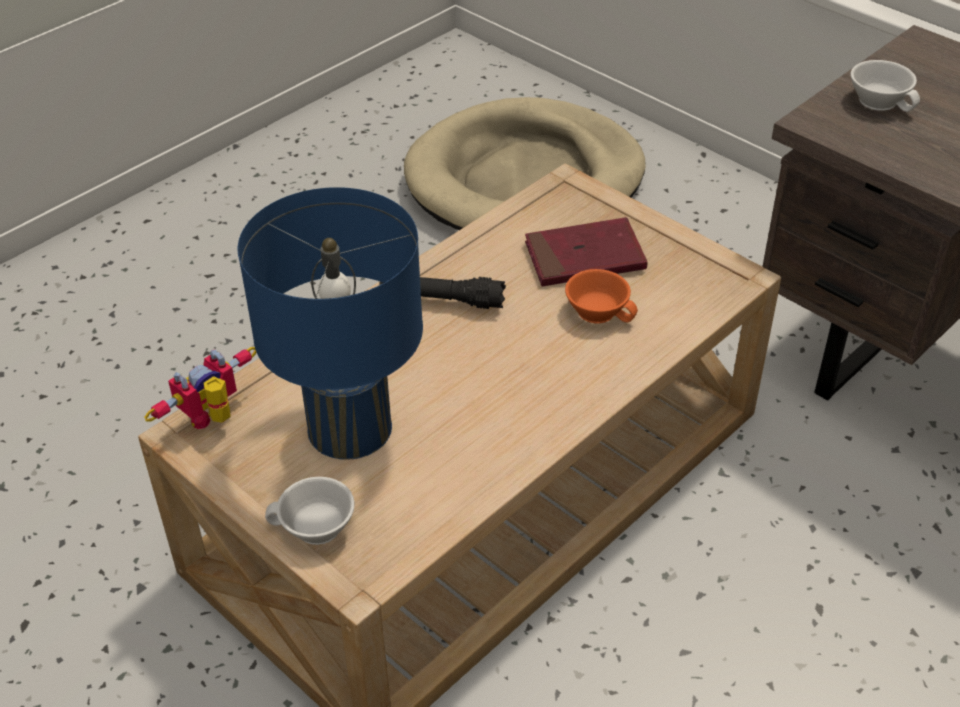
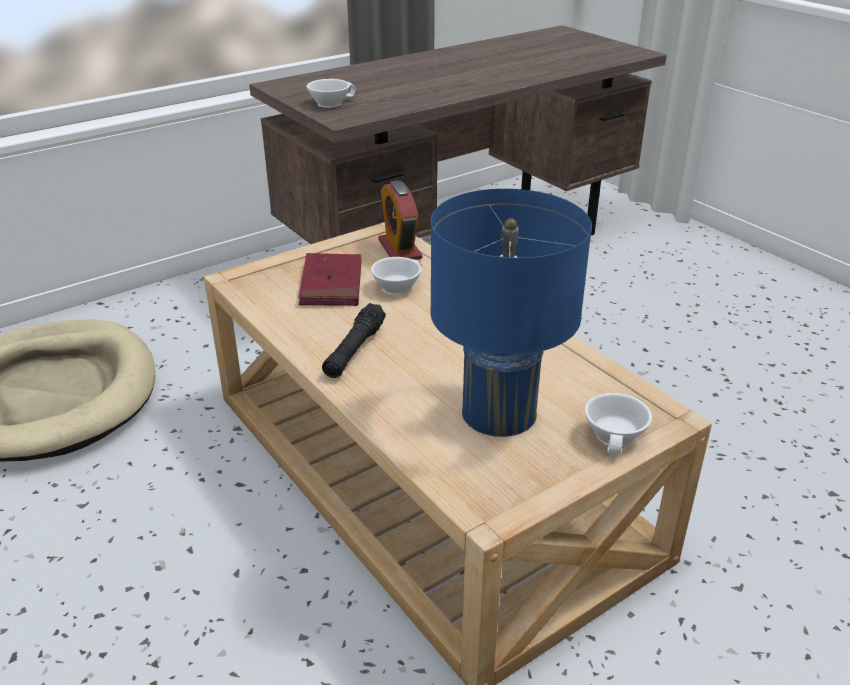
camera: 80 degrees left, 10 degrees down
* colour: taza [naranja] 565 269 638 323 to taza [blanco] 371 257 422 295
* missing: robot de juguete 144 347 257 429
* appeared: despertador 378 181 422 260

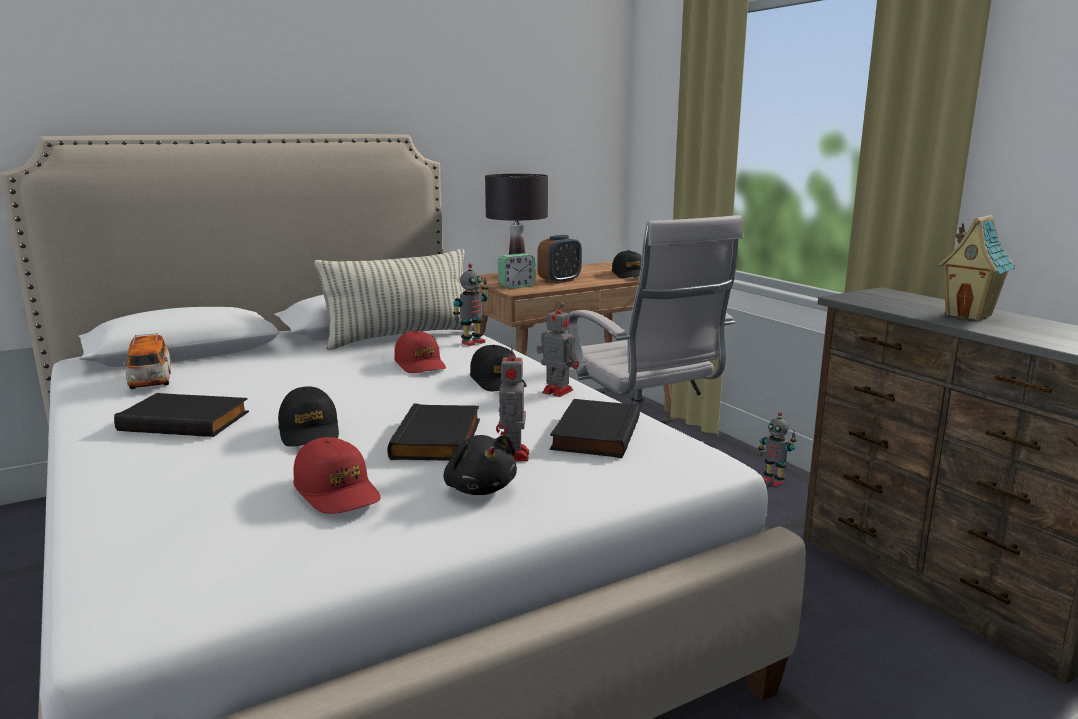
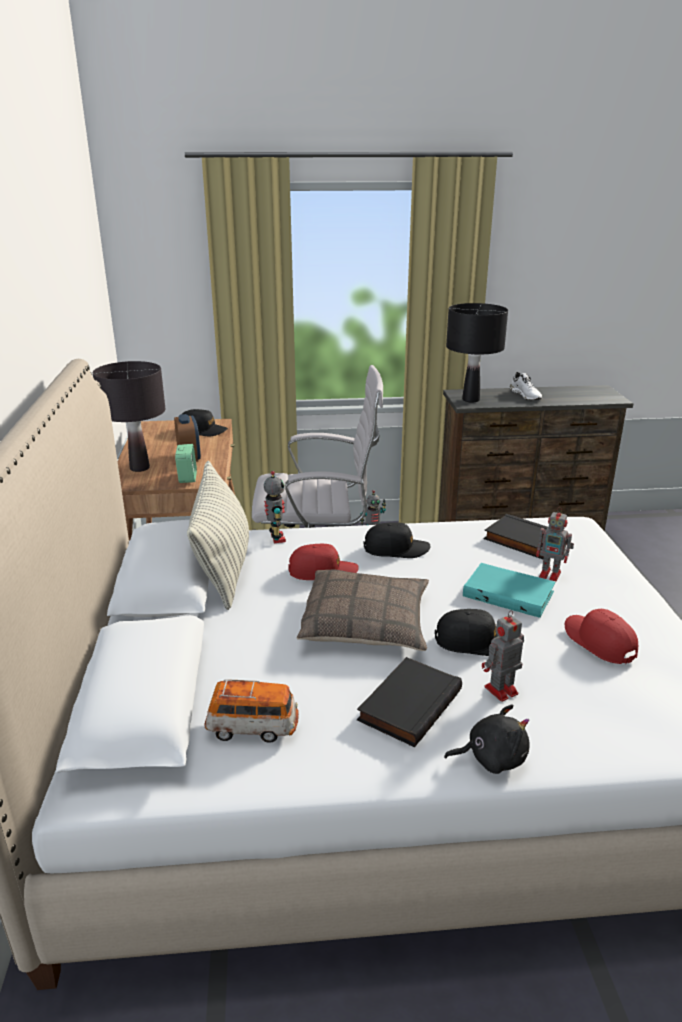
camera: 65 degrees left, 10 degrees up
* exchanged: casita 938 215 1015 321 to zapato [blanco] 510 372 542 400
* relocated: robot de juguete 537 302 579 397 to 482 610 524 702
* colour: libro [negro] 387 404 480 461 to libro [turquesa] 463 563 555 618
* relocated: peluche [negro] 443 435 517 495 to 444 705 530 774
* spun: gorra [rojo] 293 437 380 514 = 565 609 638 664 105 degrees counterclockwise
* appeared: lámpara de mesa [negro] 446 303 508 403
* appeared: cojín 297 570 429 651

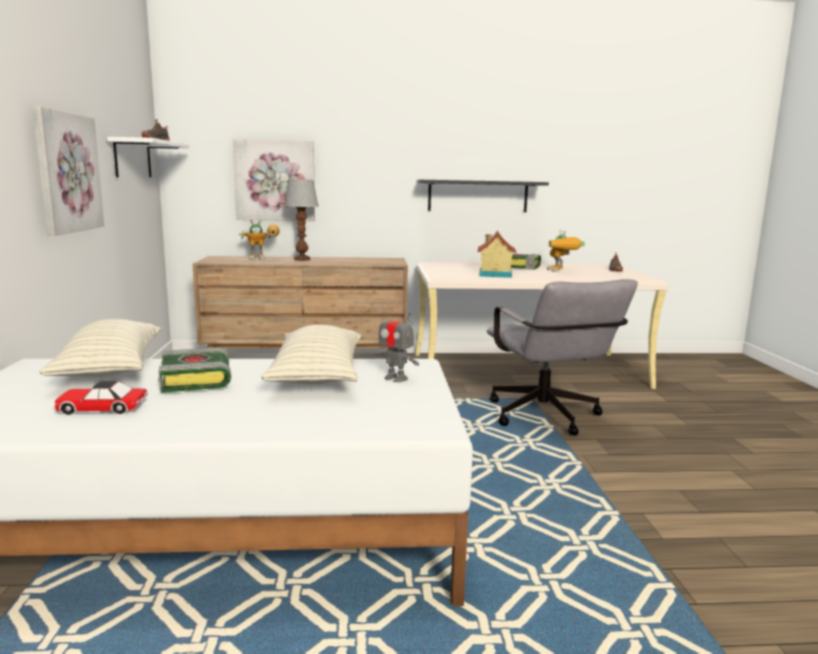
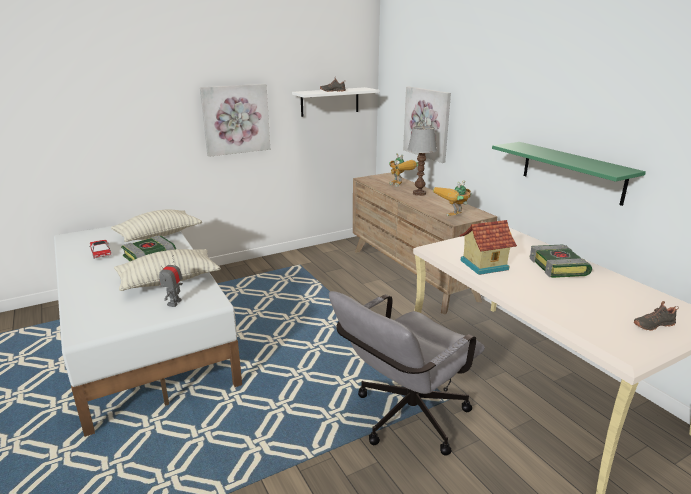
camera: 65 degrees right, 10 degrees up
* colour: estante [negro] 417 180 549 212 to estante [verde] 492 142 646 206
* relocated: robot de juguete 547 230 585 272 to 433 180 472 216

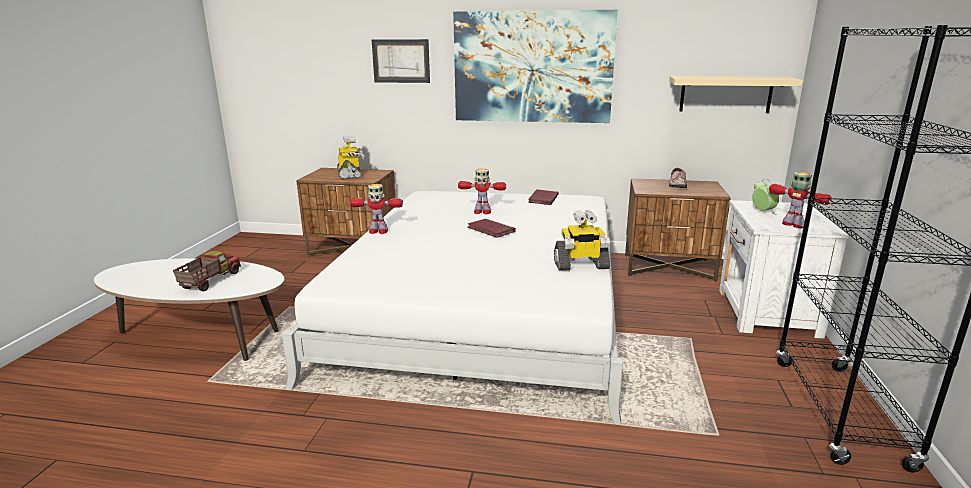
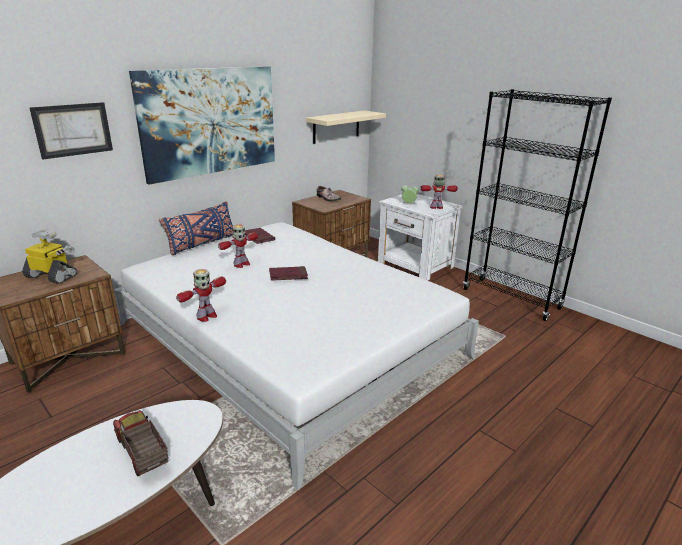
camera: 55 degrees left, 5 degrees up
* missing: robot de juguete 554 210 610 271
* appeared: cojín [azul] 159 201 233 255

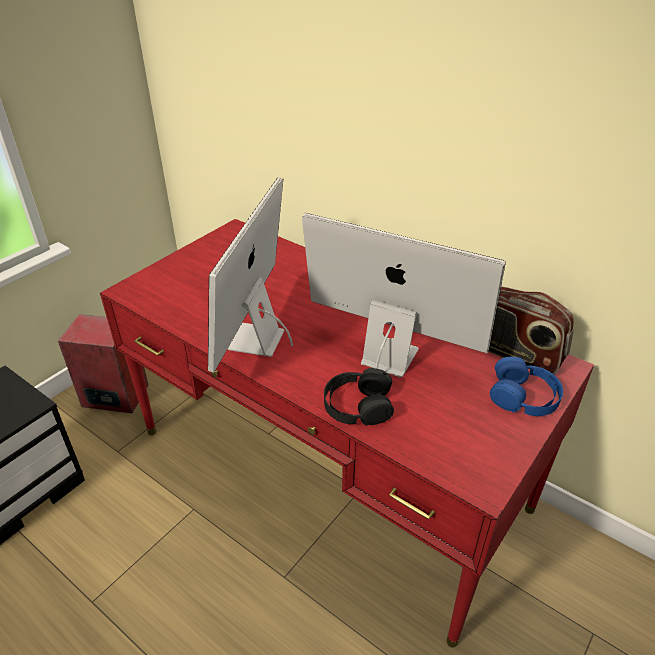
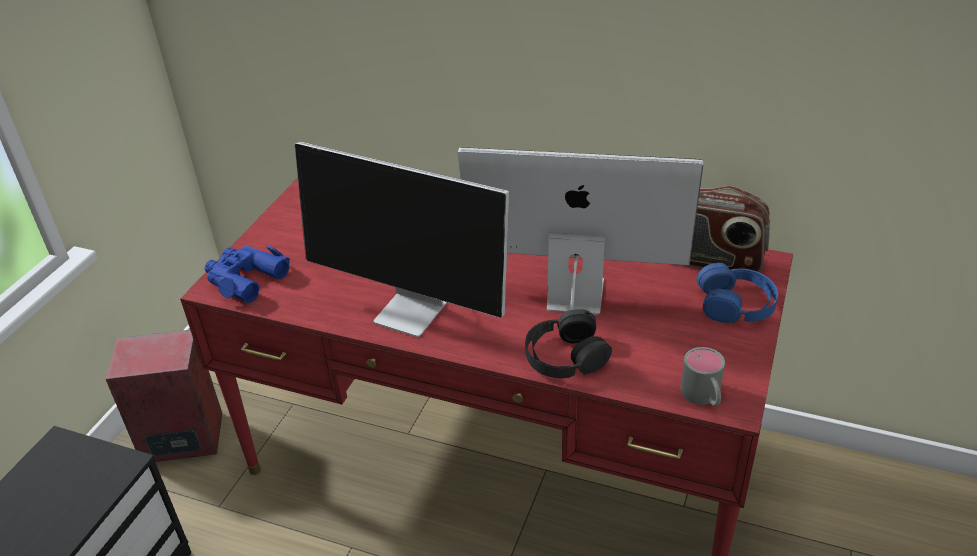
camera: 15 degrees left, 0 degrees up
* spun: monitor 208 177 293 373 = 295 141 509 337 60 degrees counterclockwise
* appeared: prismáticos [azul] 204 245 290 303
* appeared: taza grande [gris] 680 347 725 407

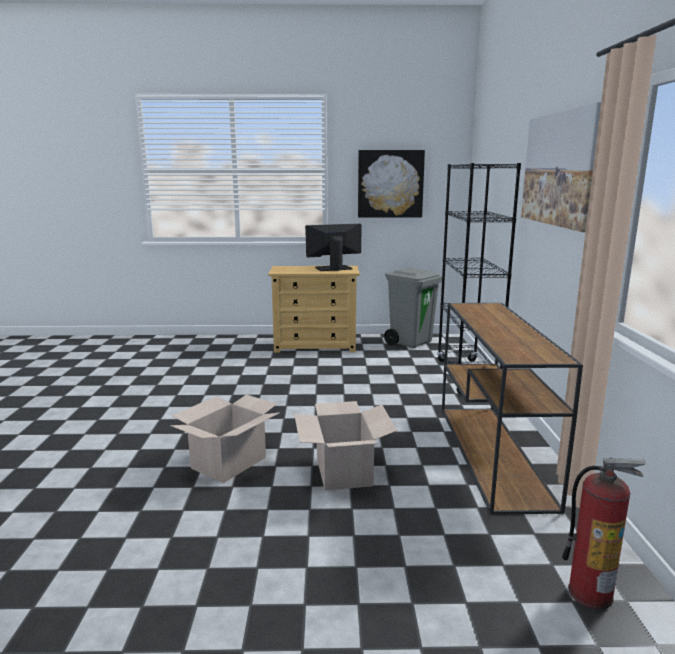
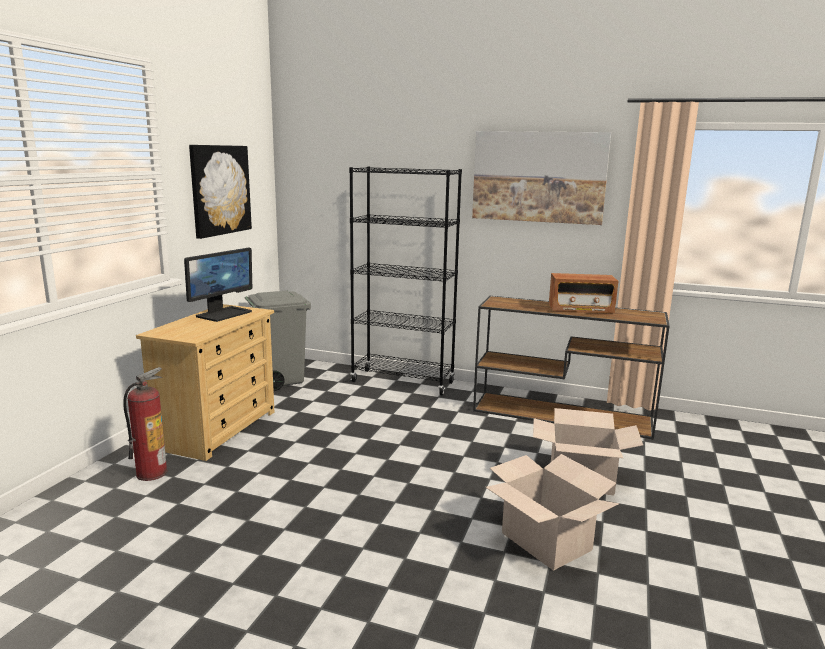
camera: 70 degrees left, 0 degrees up
* spun: monitor 305 224 361 271 = 184 248 252 322 150 degrees counterclockwise
* relocated: extintor 562 458 646 609 to 123 367 168 481
* appeared: radio 549 273 618 314

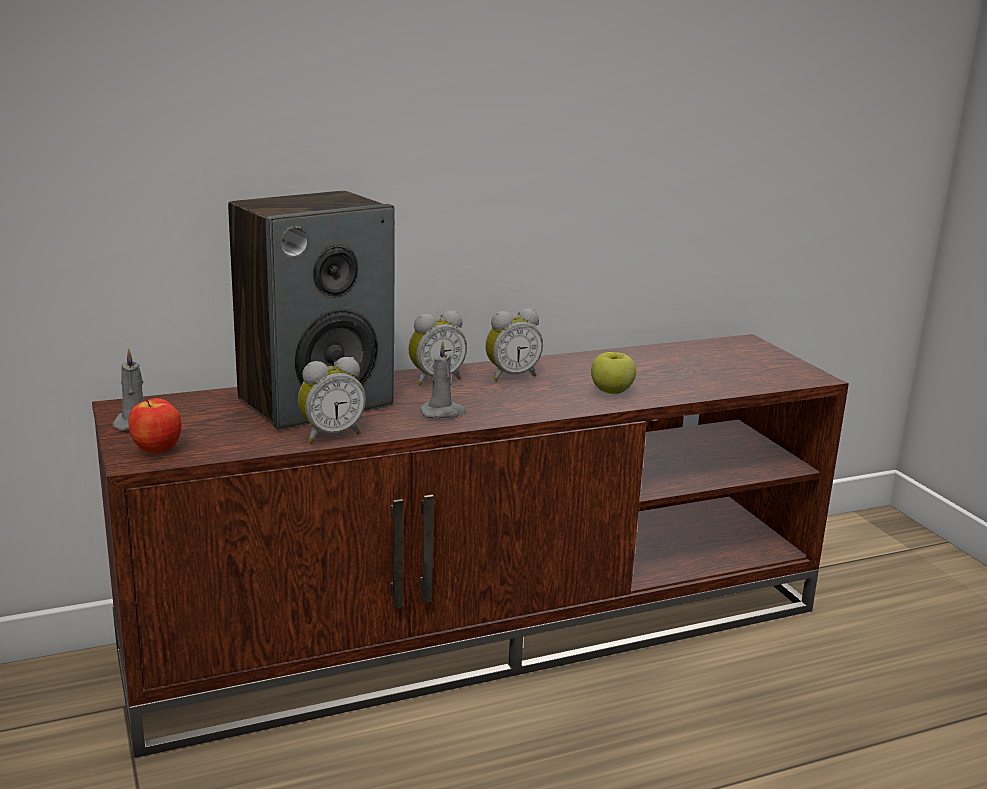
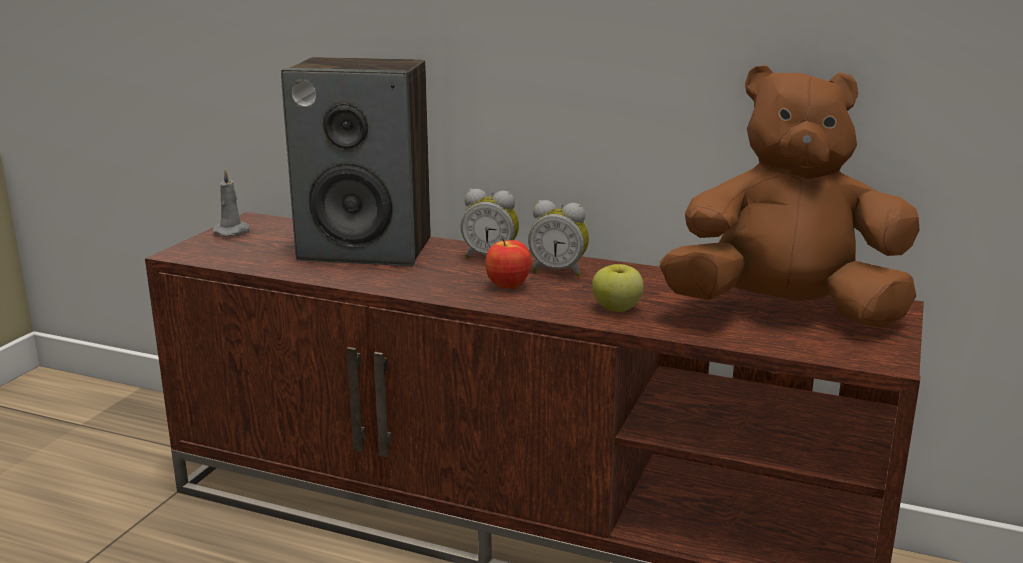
camera: 45 degrees right, 0 degrees up
* missing: vela [gris] 420 341 466 418
* missing: despertador 298 357 366 443
* relocated: manzana 128 398 181 454 to 485 239 531 289
* appeared: peluche [marrón] 660 65 920 328

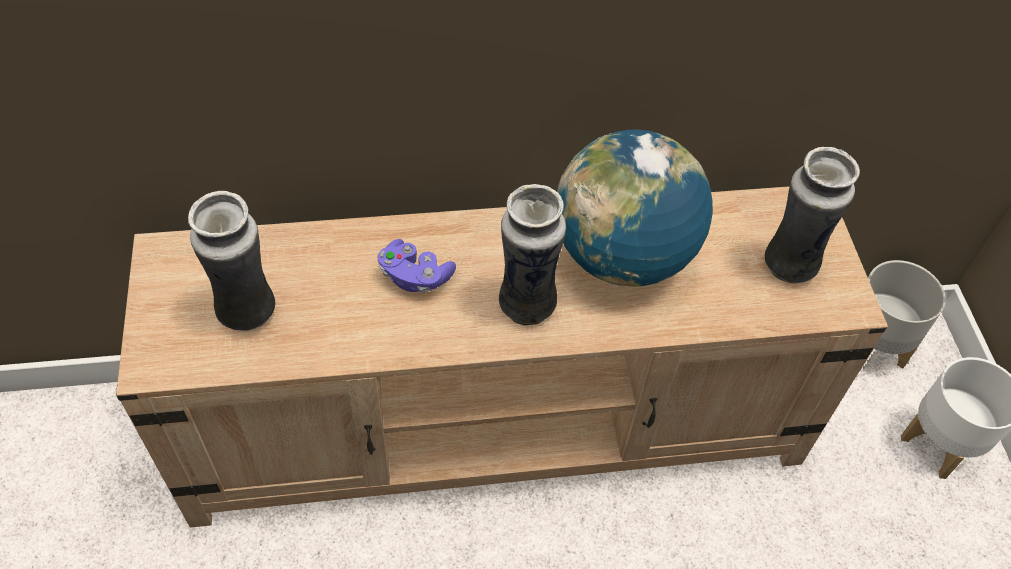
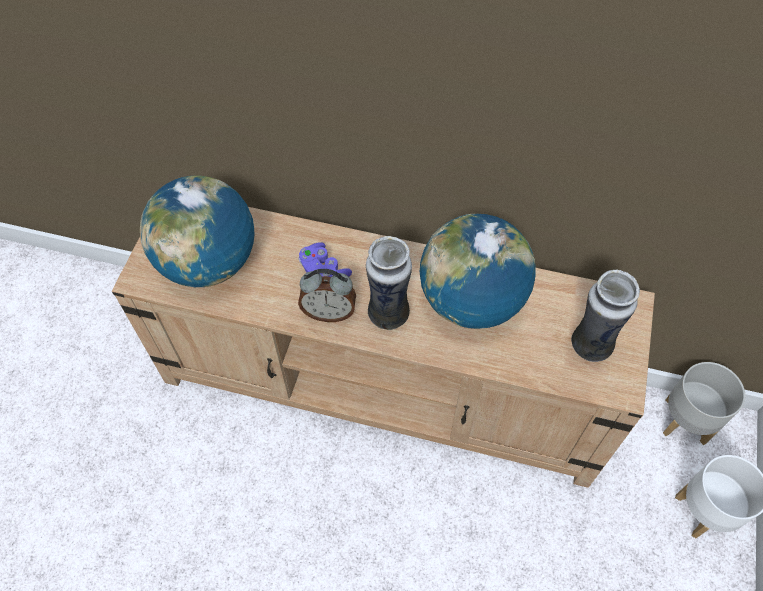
camera: 25 degrees right, 5 degrees up
* exchanged: florero 188 191 275 331 to globo terráqueo 140 176 255 287
* appeared: despertador 298 269 356 322

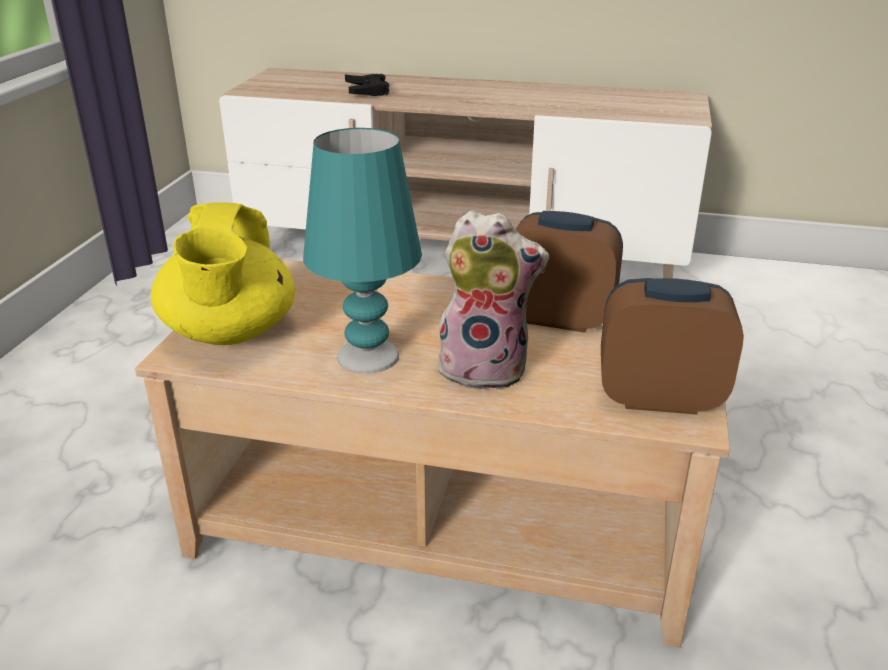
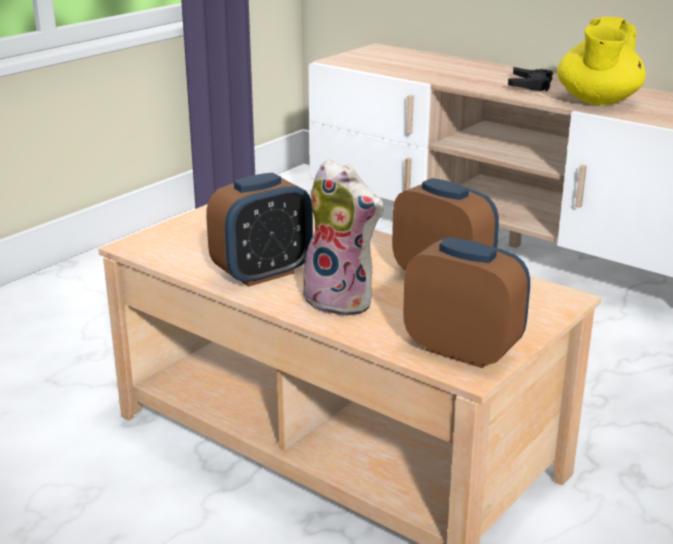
camera: 25 degrees right, 5 degrees down
* relocated: mando de consola [negro] 345 74 389 96 to 508 67 553 91
* exchanged: lámpara de mesa [turquesa] 303 128 422 374 to despertador 206 173 313 287
* relocated: tetera [amarillo] 151 202 295 345 to 557 16 646 105

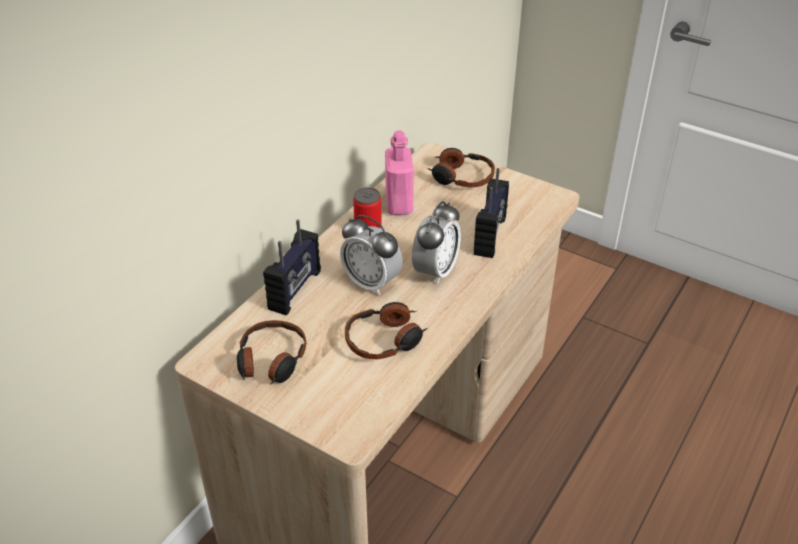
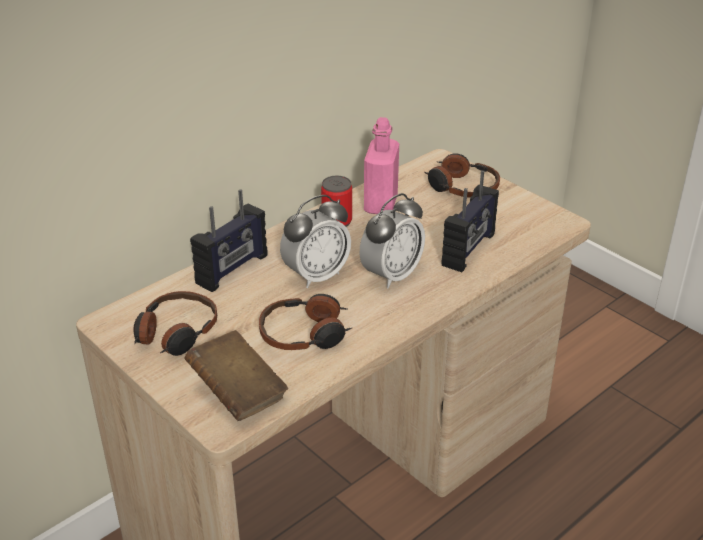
camera: 15 degrees right, 5 degrees down
* spun: despertador 340 215 403 296 = 280 195 351 288 90 degrees counterclockwise
* appeared: libro [marrón] 184 330 288 421

